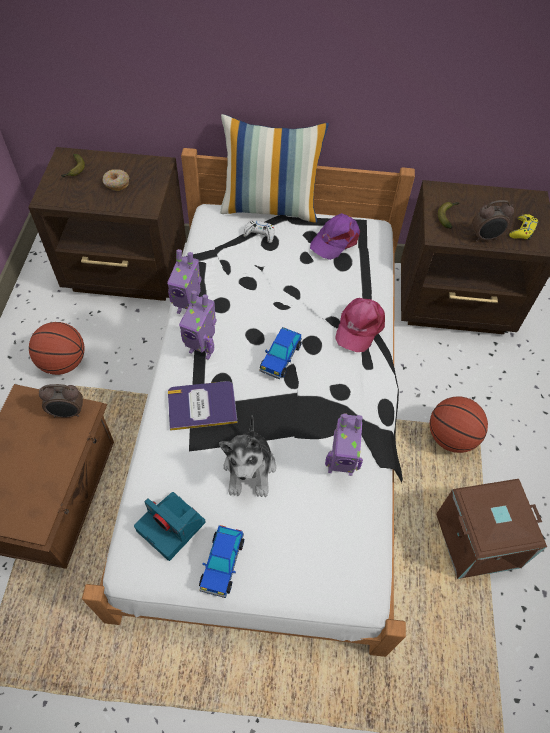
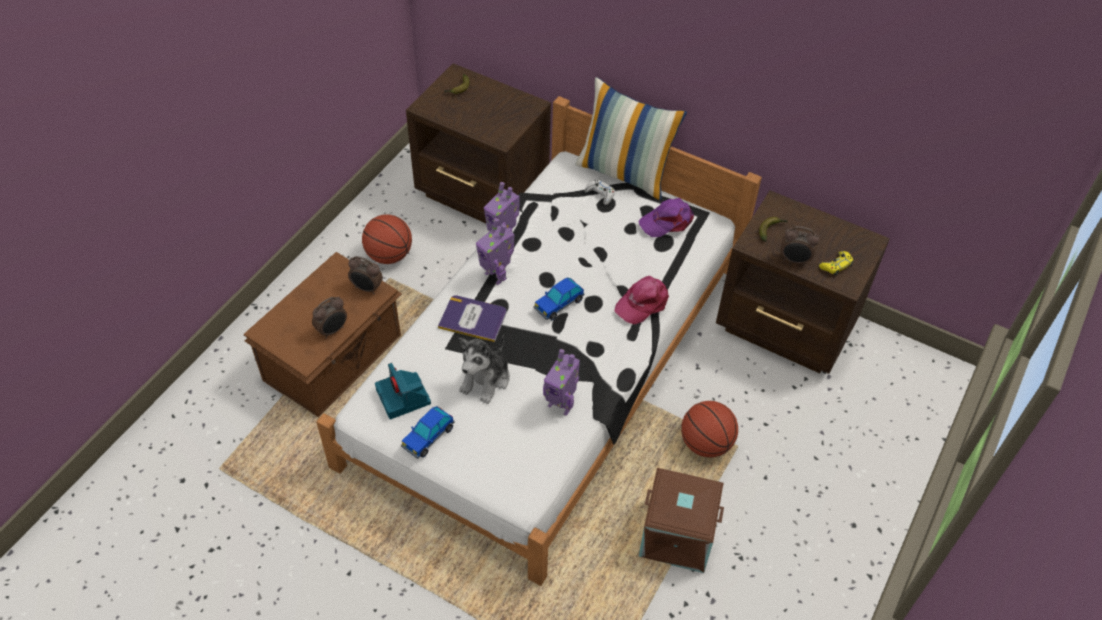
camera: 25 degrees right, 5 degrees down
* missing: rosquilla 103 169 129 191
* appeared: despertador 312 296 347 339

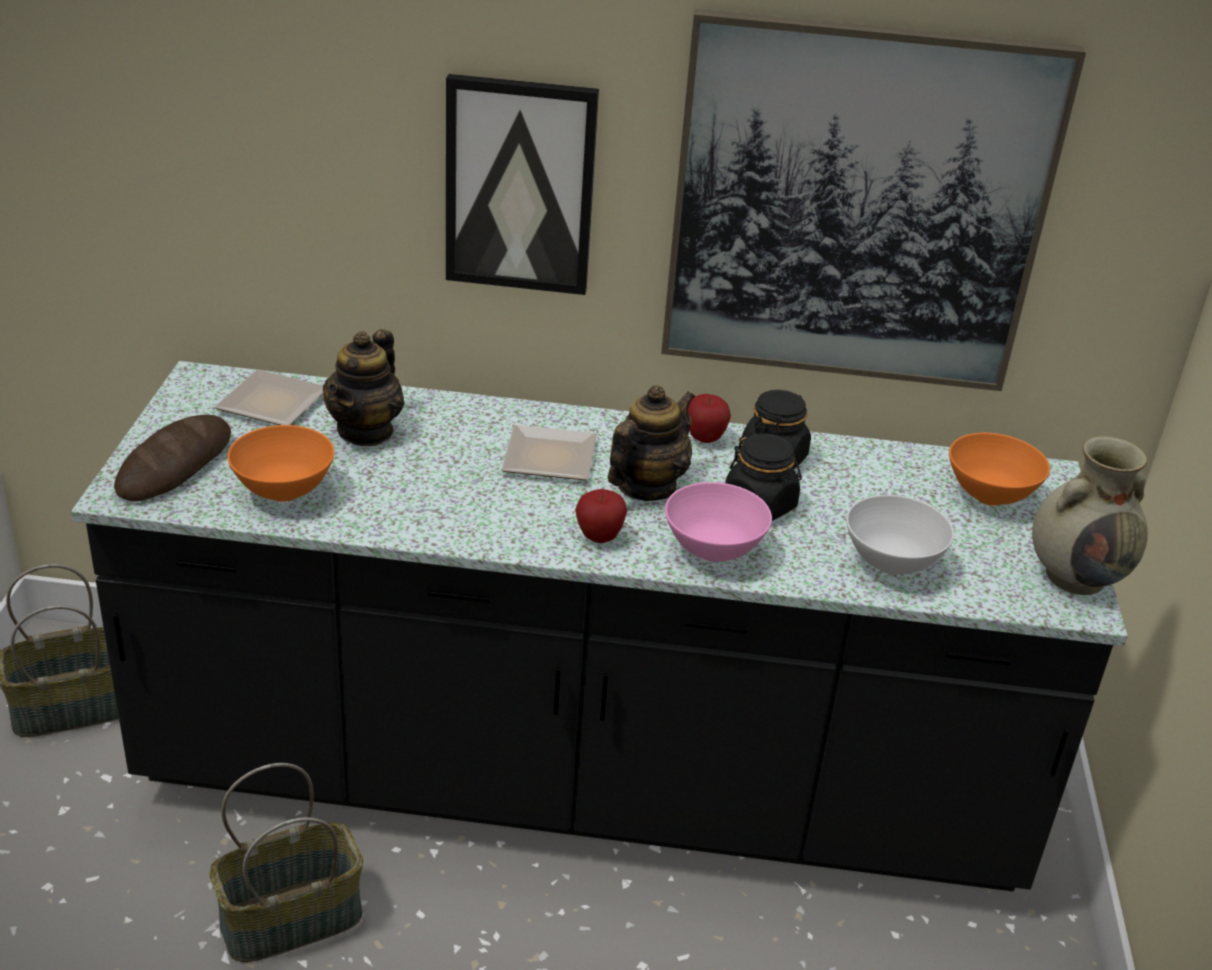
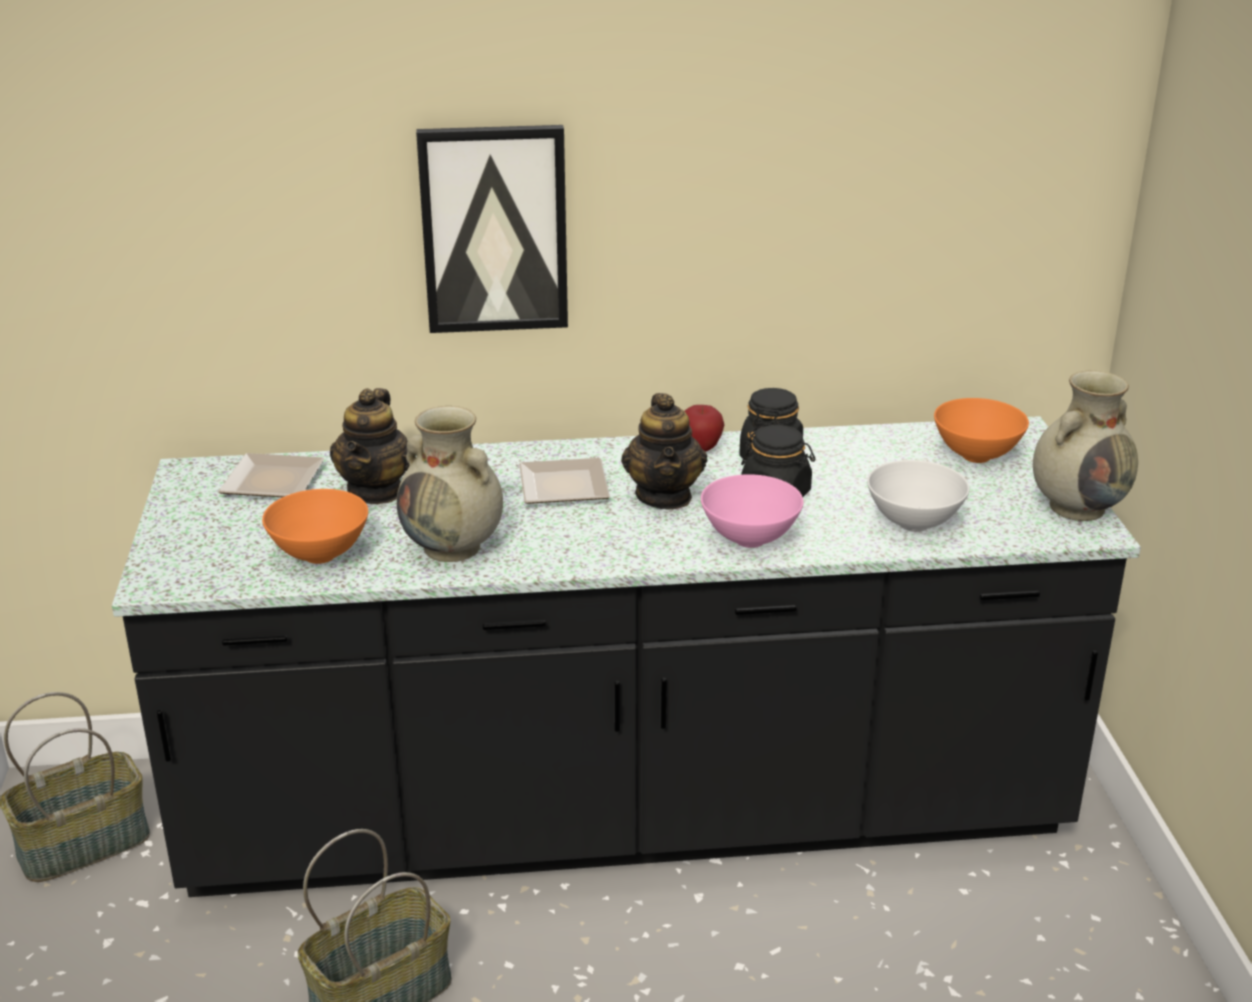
camera: 10 degrees left, 5 degrees down
* missing: cuadro 661 9 1086 391
* spun: tetera 607 385 695 501 = 621 393 707 509 150 degrees clockwise
* missing: pan 114 415 231 501
* missing: manzana 575 489 627 543
* appeared: florero [beis] 397 406 503 562

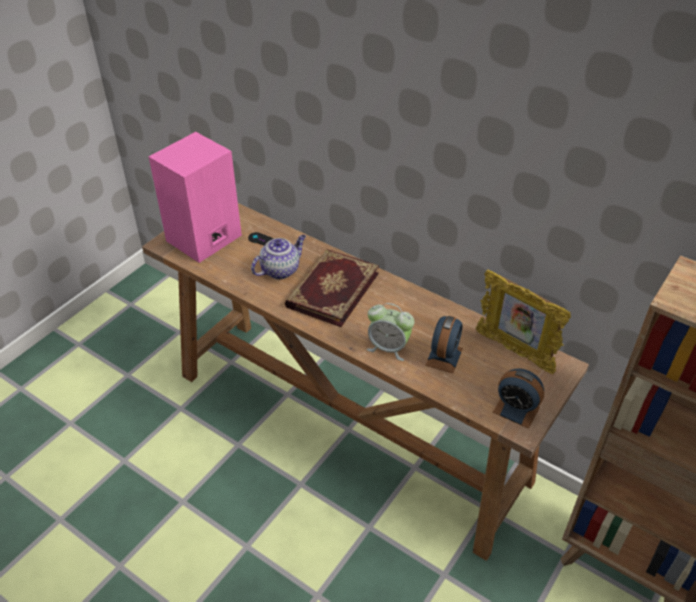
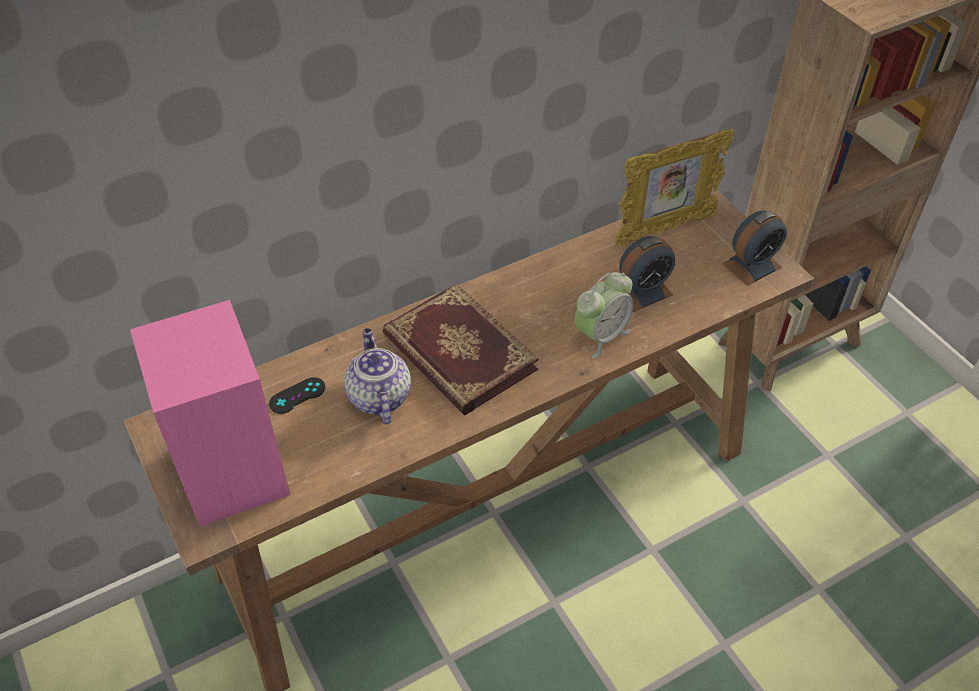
camera: 65 degrees left, 5 degrees up
* spun: despertador 425 316 463 373 = 619 236 675 312 105 degrees clockwise

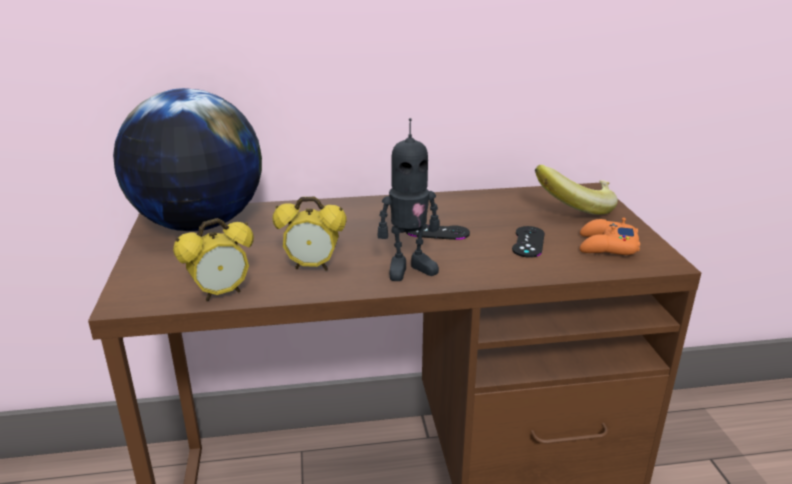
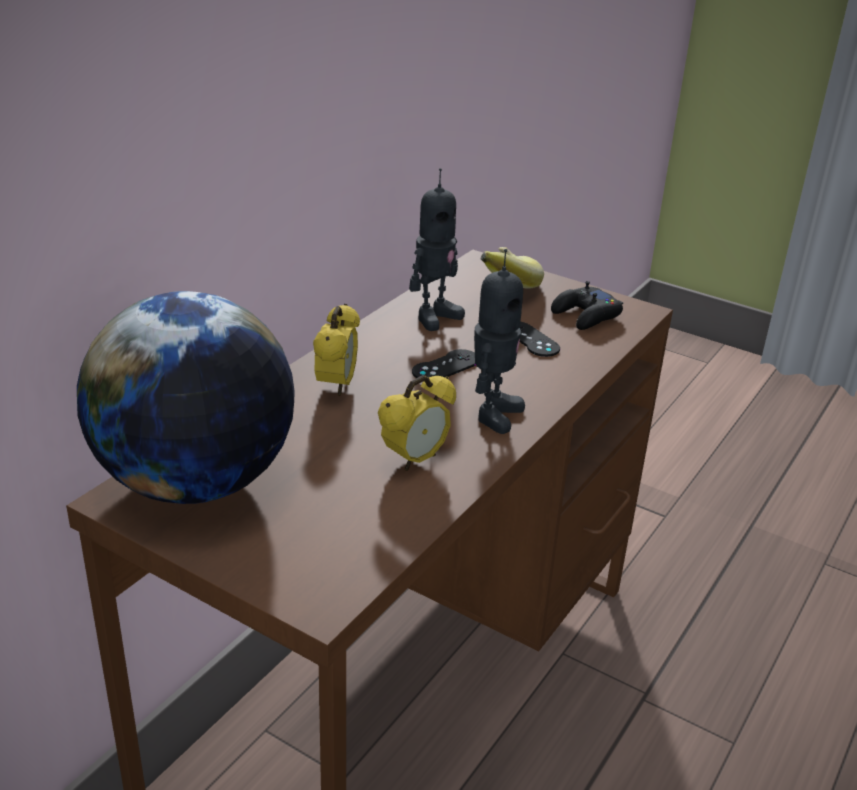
camera: 50 degrees left, 5 degrees up
* relocated: despertador 173 218 254 301 to 313 304 360 396
* colour: mando de consola [naranja] 580 218 640 255 to mando de consola [negro] 551 281 623 330
* appeared: robot de juguete 409 168 465 331

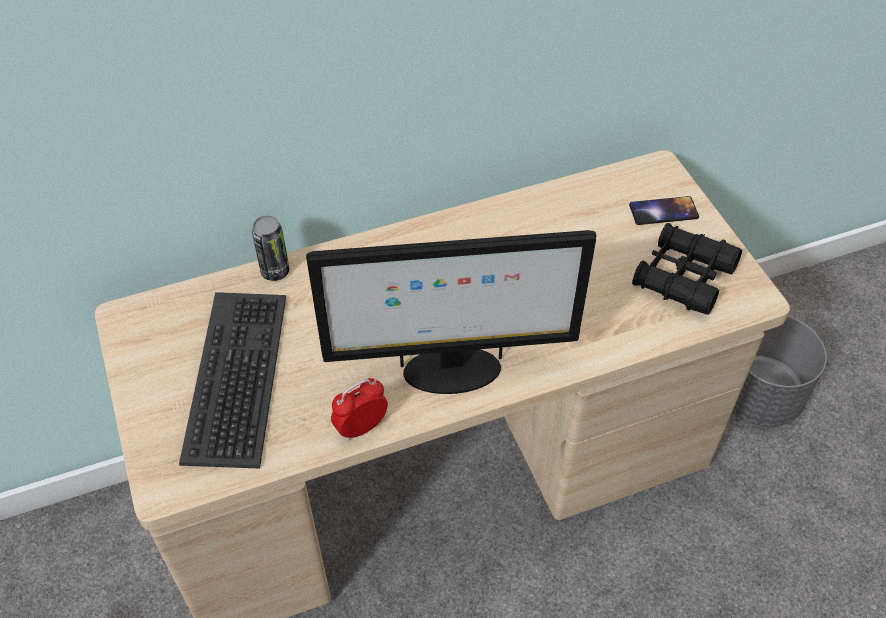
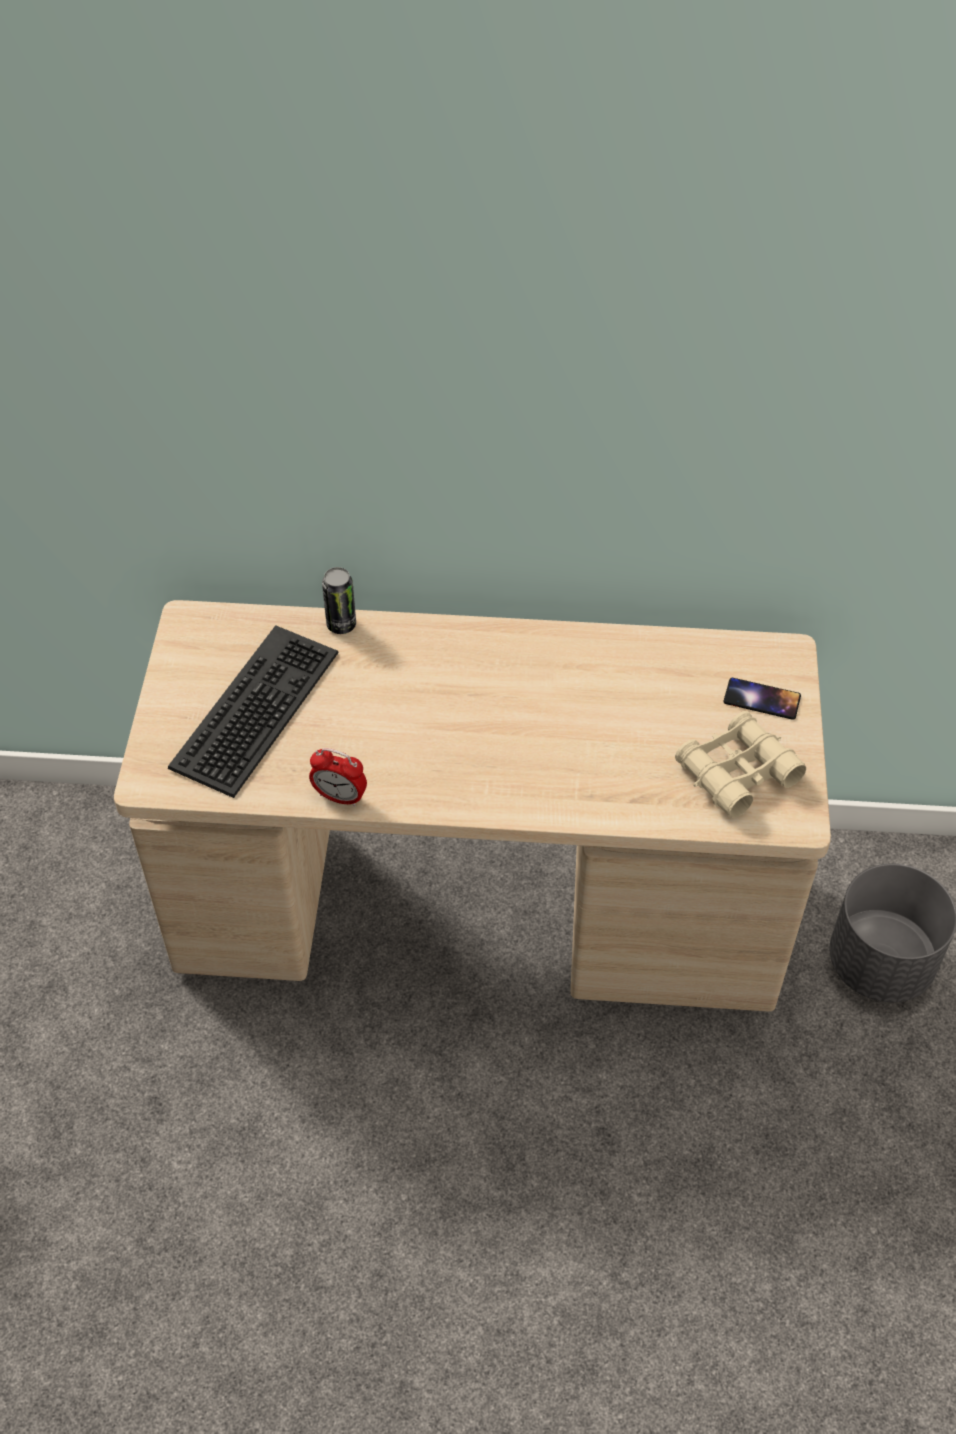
camera: 25 degrees right, 0 degrees up
* colour: prismáticos [negro] 632 223 742 315 to prismáticos [beis] 675 711 806 818
* missing: monitor 306 230 596 394
* spun: despertador 331 378 388 441 = 309 748 367 807 150 degrees counterclockwise

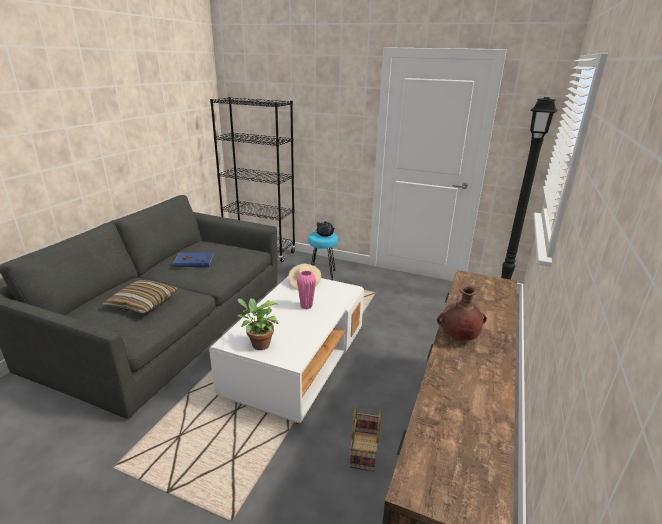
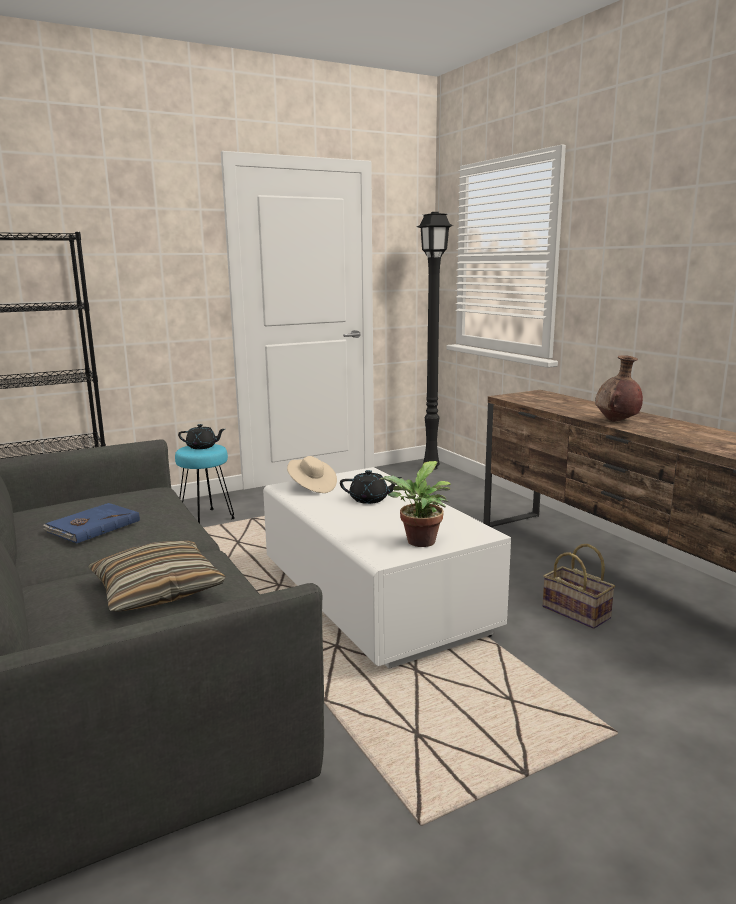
camera: 50 degrees left, 10 degrees down
* exchanged: florero [rosa] 297 271 316 309 to tetera [negro] 340 470 402 504

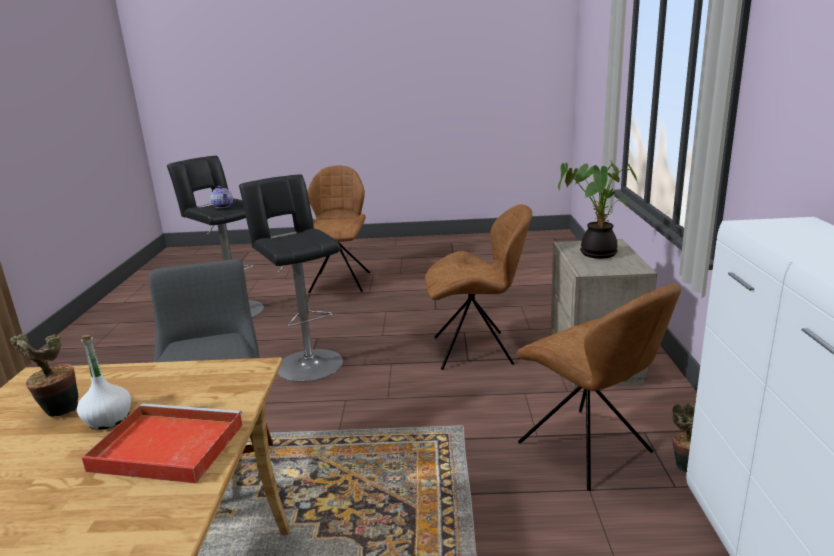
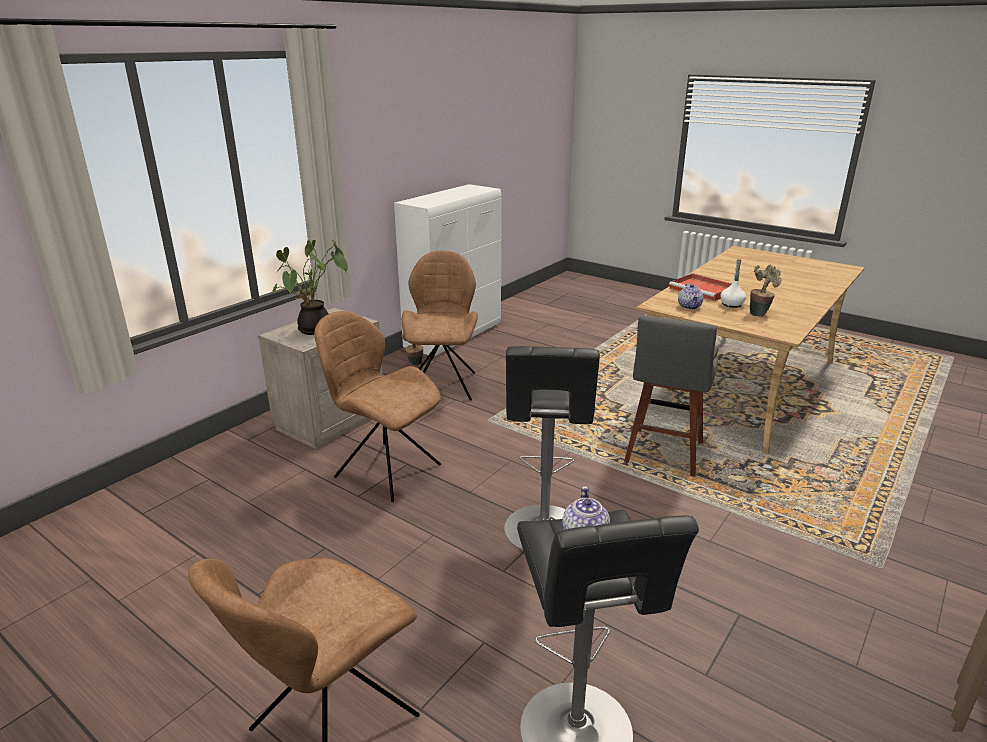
camera: 145 degrees left, 5 degrees up
* appeared: tetera 678 283 703 310

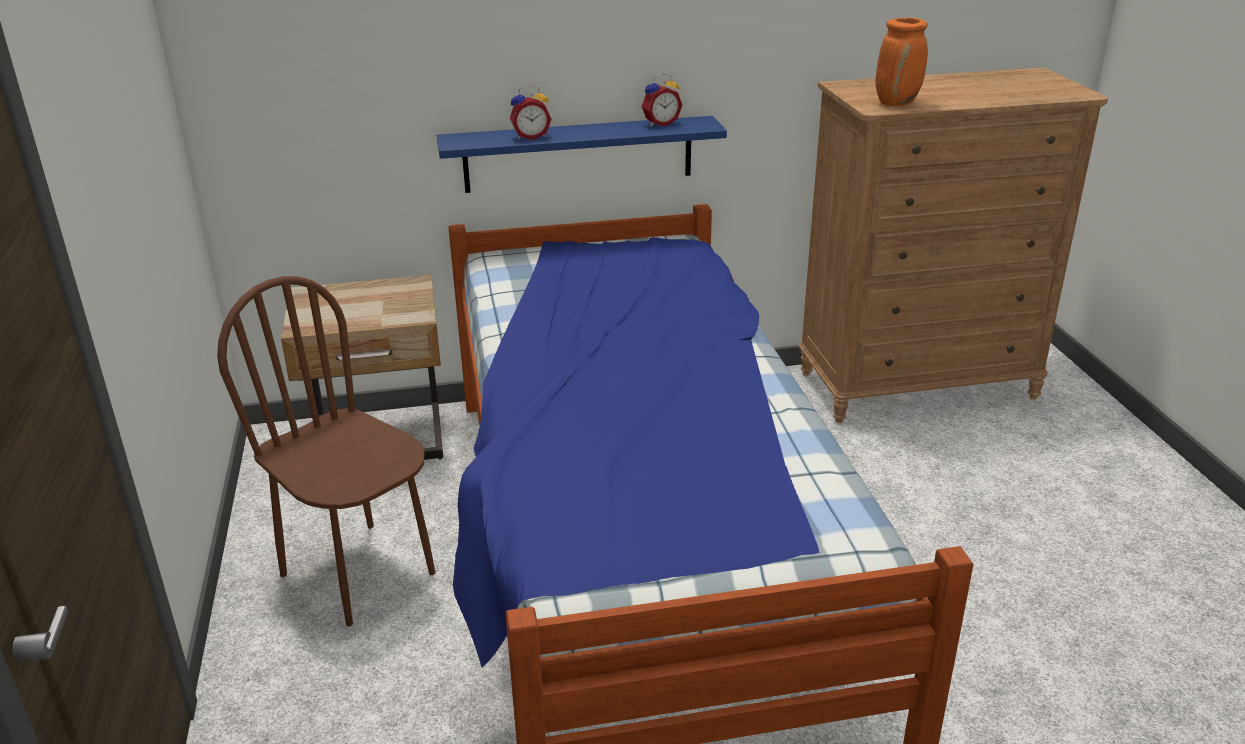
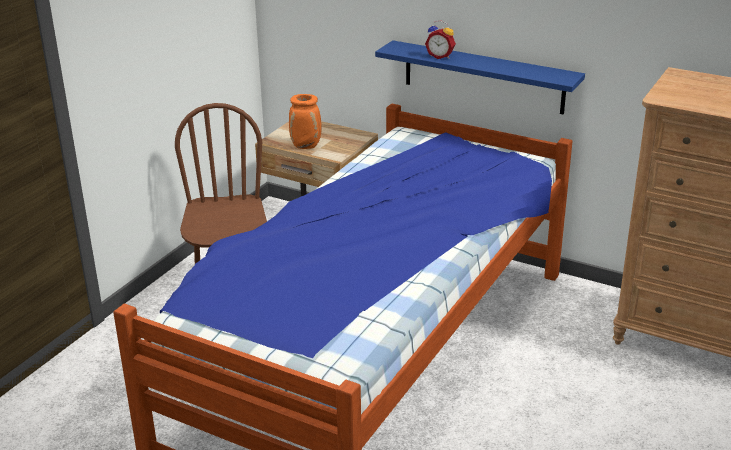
camera: 40 degrees right, 0 degrees up
* relocated: florero [naranja] 875 18 928 106 to 289 94 322 149
* missing: despertador 641 73 682 127

